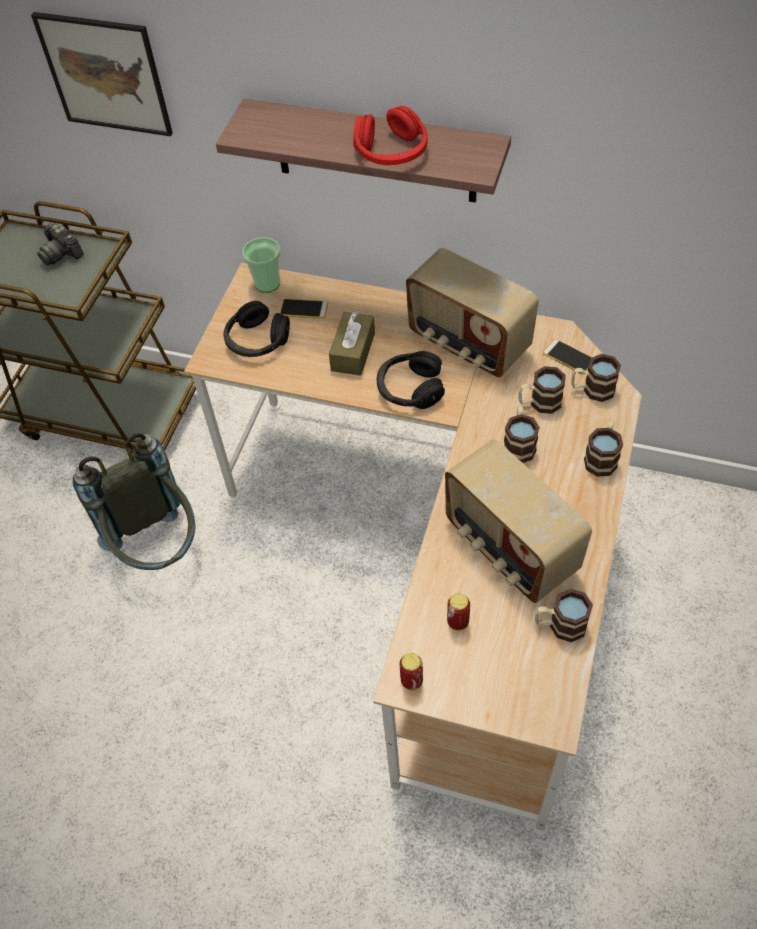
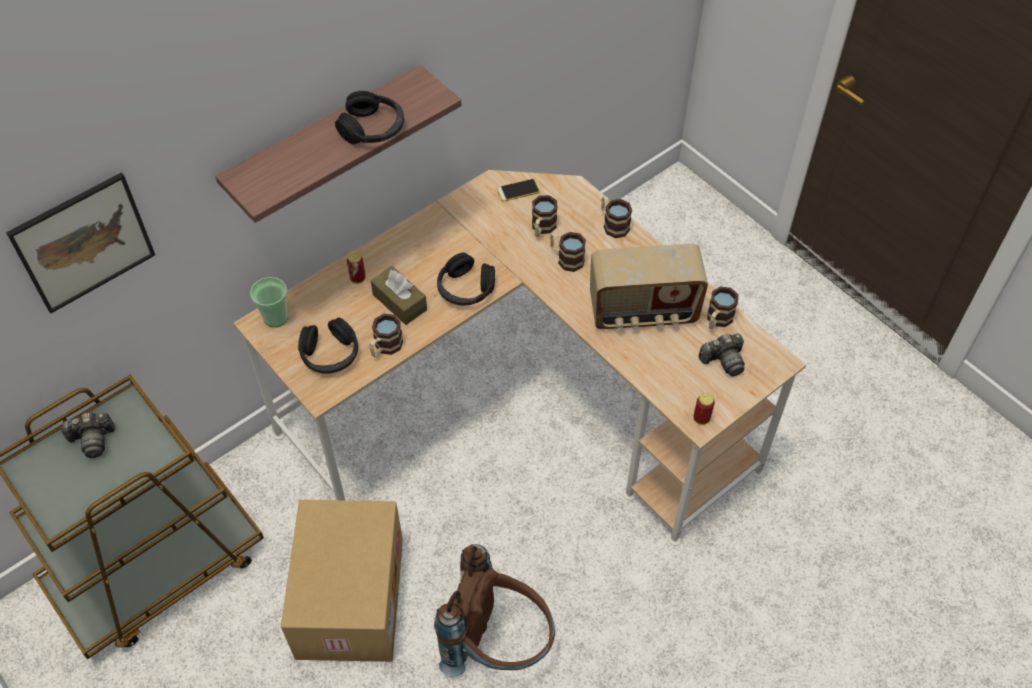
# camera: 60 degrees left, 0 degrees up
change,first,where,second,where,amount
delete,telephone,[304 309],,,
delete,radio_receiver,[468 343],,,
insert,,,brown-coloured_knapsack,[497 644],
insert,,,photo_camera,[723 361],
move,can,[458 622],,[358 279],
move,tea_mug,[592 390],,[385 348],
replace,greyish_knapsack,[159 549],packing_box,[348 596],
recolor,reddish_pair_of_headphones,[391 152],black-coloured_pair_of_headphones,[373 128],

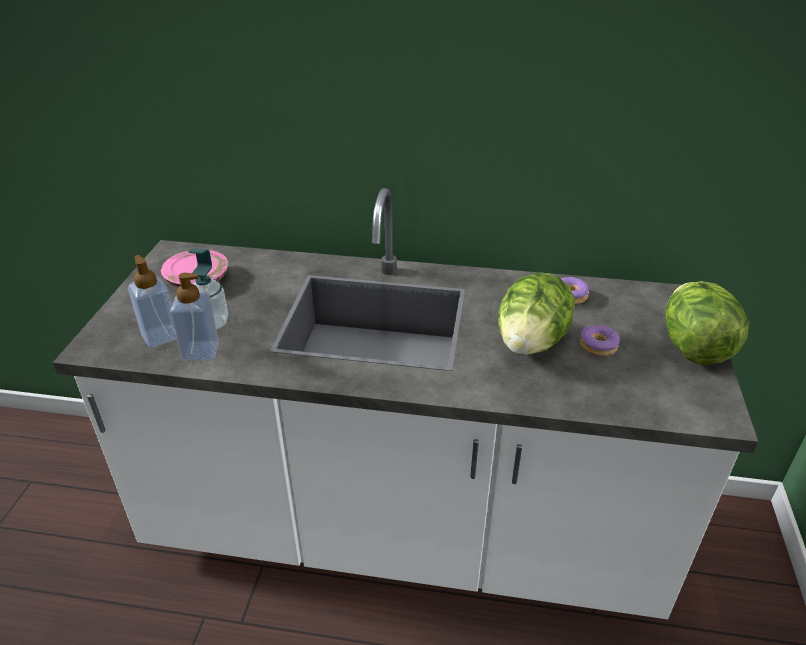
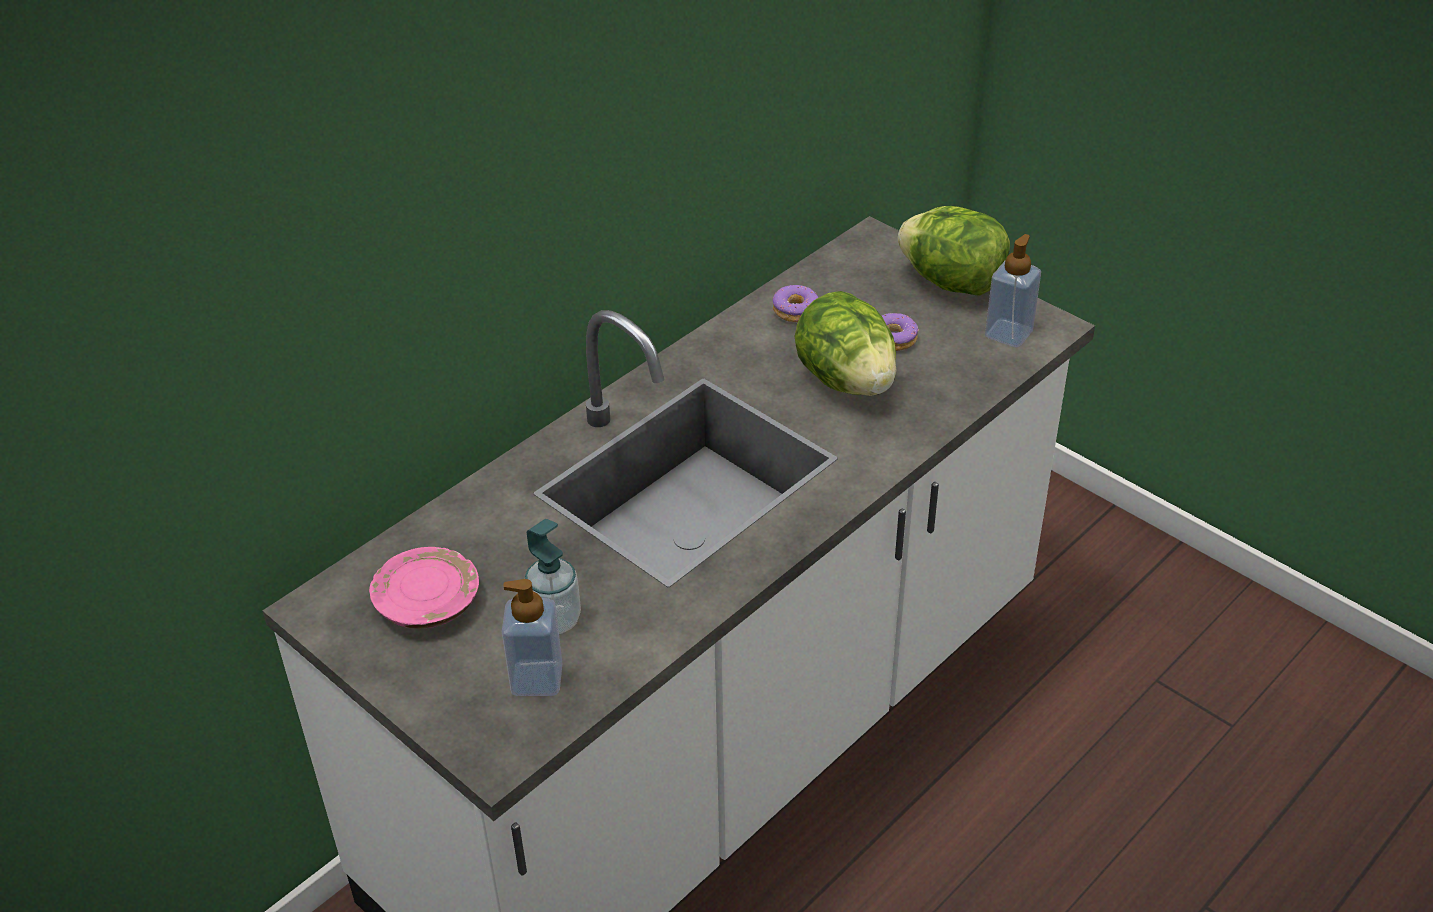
# camera: 55 degrees left, 5 degrees up
change,first,where,second,where,amount
move,soap_bottle,[201 351],,[1008 334],

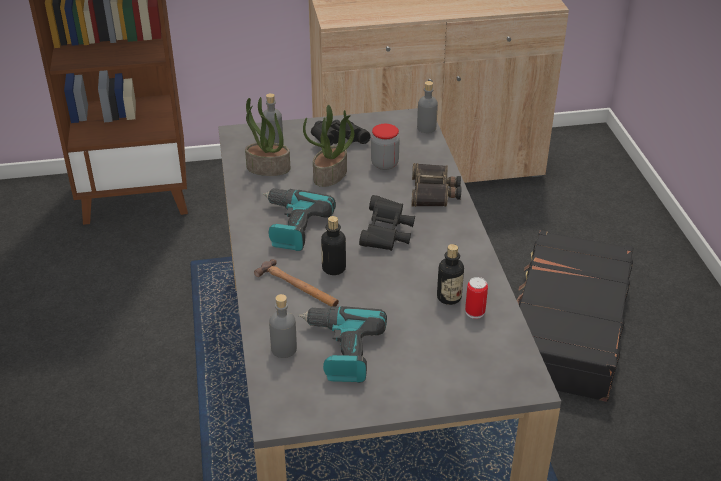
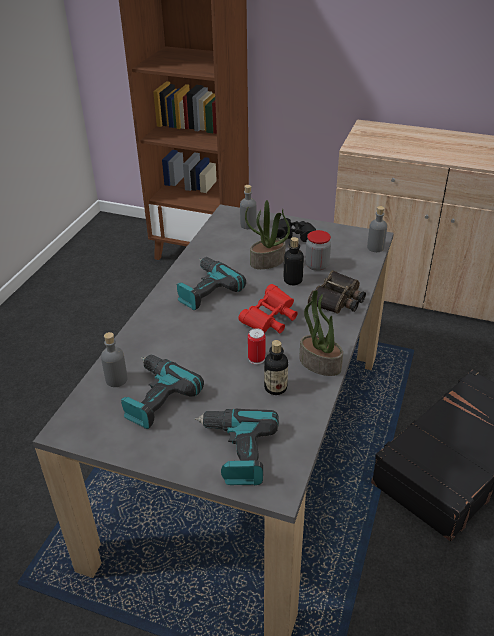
# camera: 30 degrees right, 0 degrees up
change,first,where,second,where,amount
delete,hammer,[298 287],,,
insert,,,power_drill,[236 452],
move,plant_in_a_pot,[267 168],,[319 364],
move,drink_bottle,[334 268],,[293 280],
move,can,[475 312],,[256 359],
recolor,black-coloured_pair_of_binoculars,[387 235],reddish_pair_of_binoculars,[270 320],

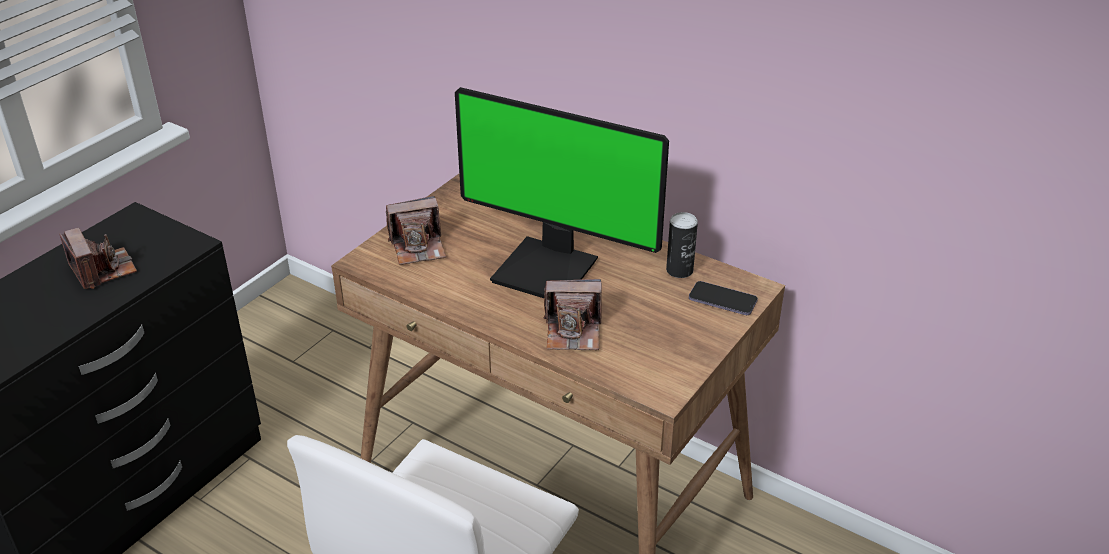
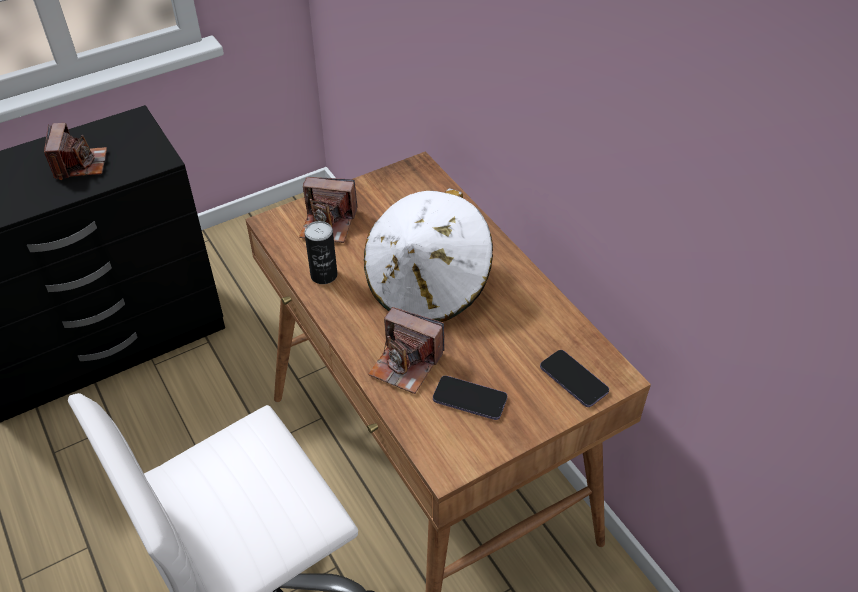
# camera: 25 degrees right, 10 degrees up
change,first,where,second,where,amount
insert,,,telephone,[469 399],
move,can,[679 270],,[324 275],
replace,computer_screen,[548 269],whitish_wearable_hat,[428 285],

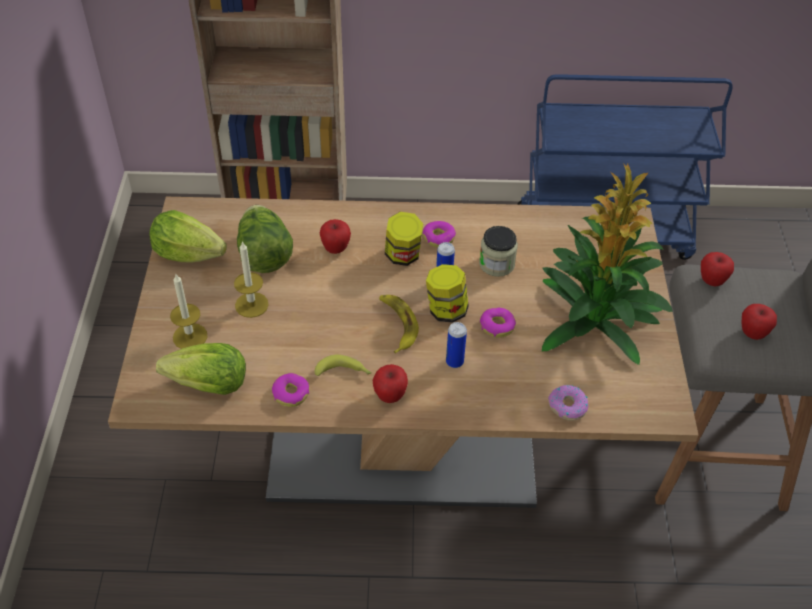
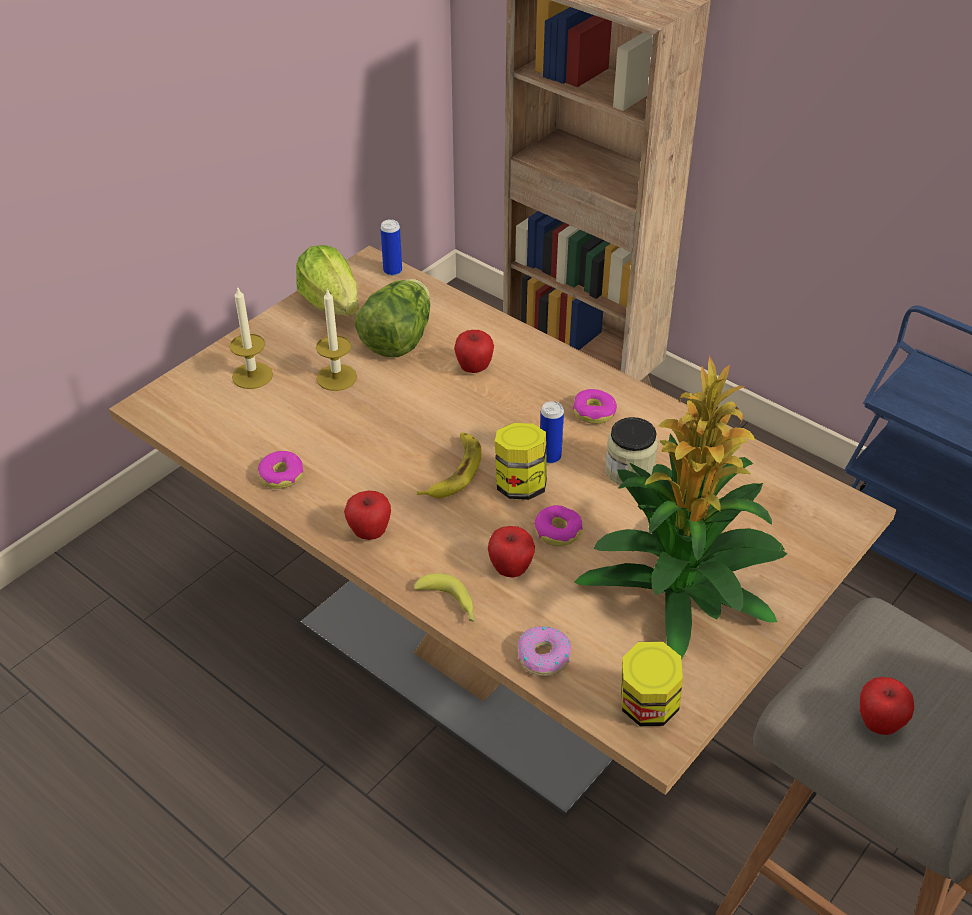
# camera: 40 degrees right, 5 degrees down
change,first,where,second,where,amount
delete,head_of_lettuce,[209 385],,,
move,whole_banana,[344 372],,[450 604],
move,storage_jar,[403 256],,[647 708],
move,can,[454 362],,[392 271],
move,whole_apple,[711 281],,[510 569],

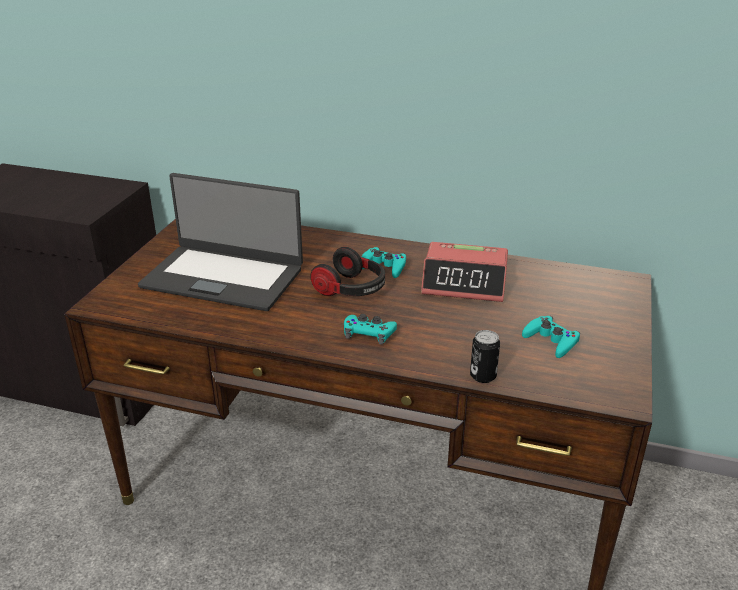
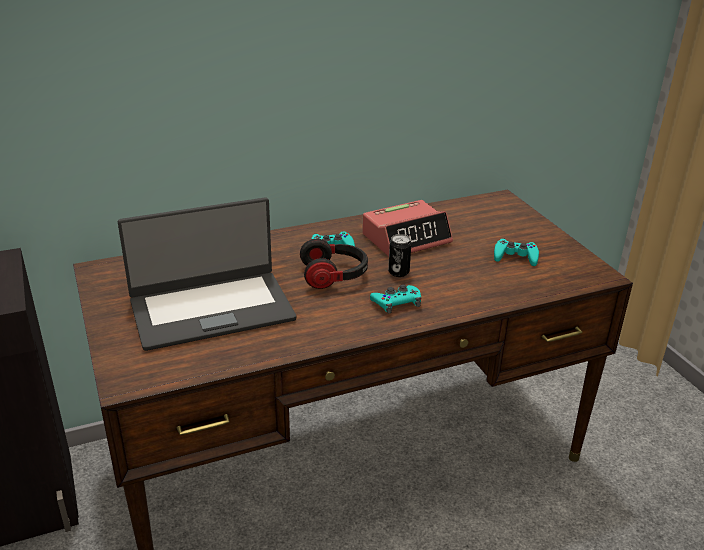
# camera: 40 degrees left, 0 degrees up
change,first,where,second,where,amount
move,can,[483 376],,[398 272],

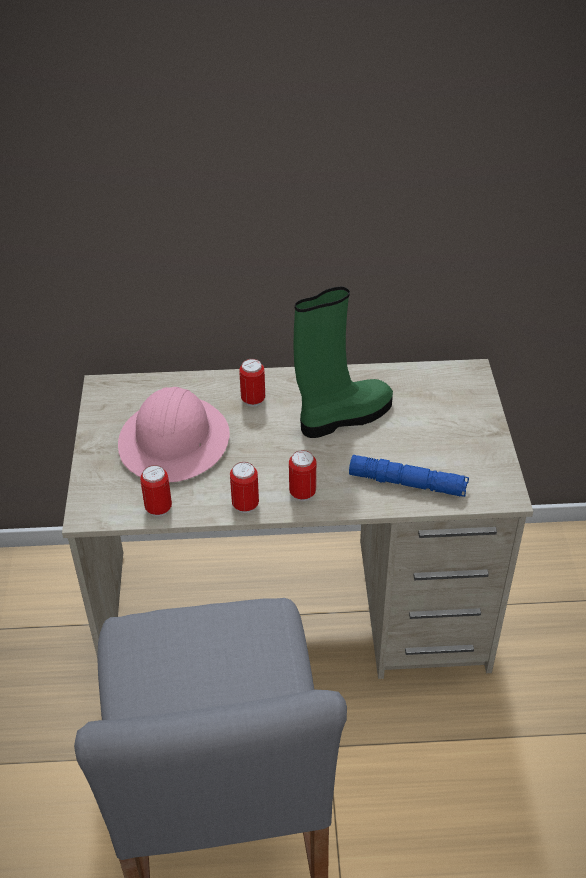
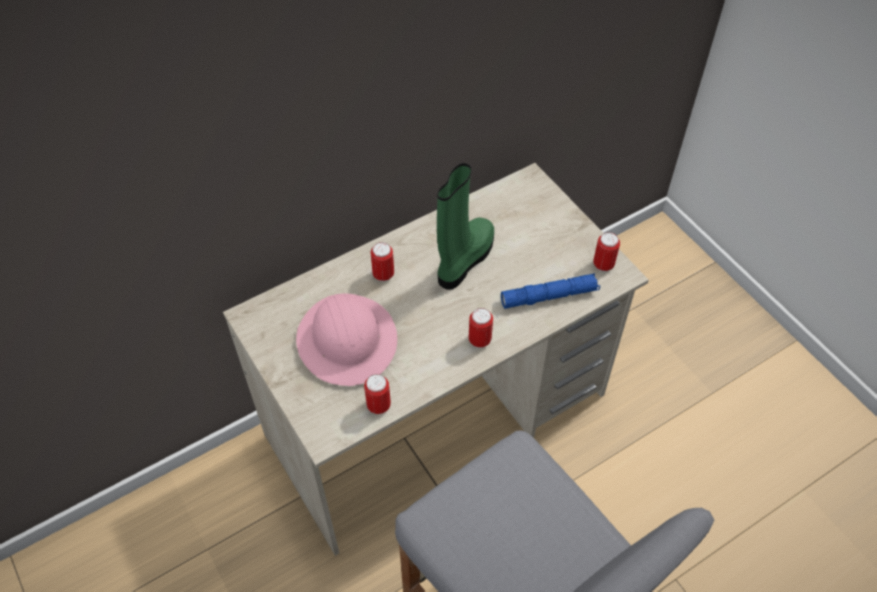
# camera: 30 degrees left, 10 degrees up
change,first,where,second,where,amount
move,can,[245 505],,[603 265],

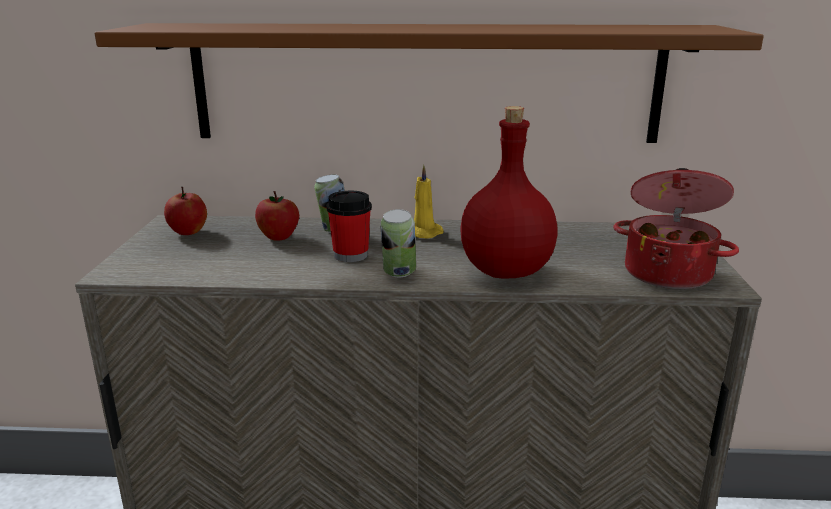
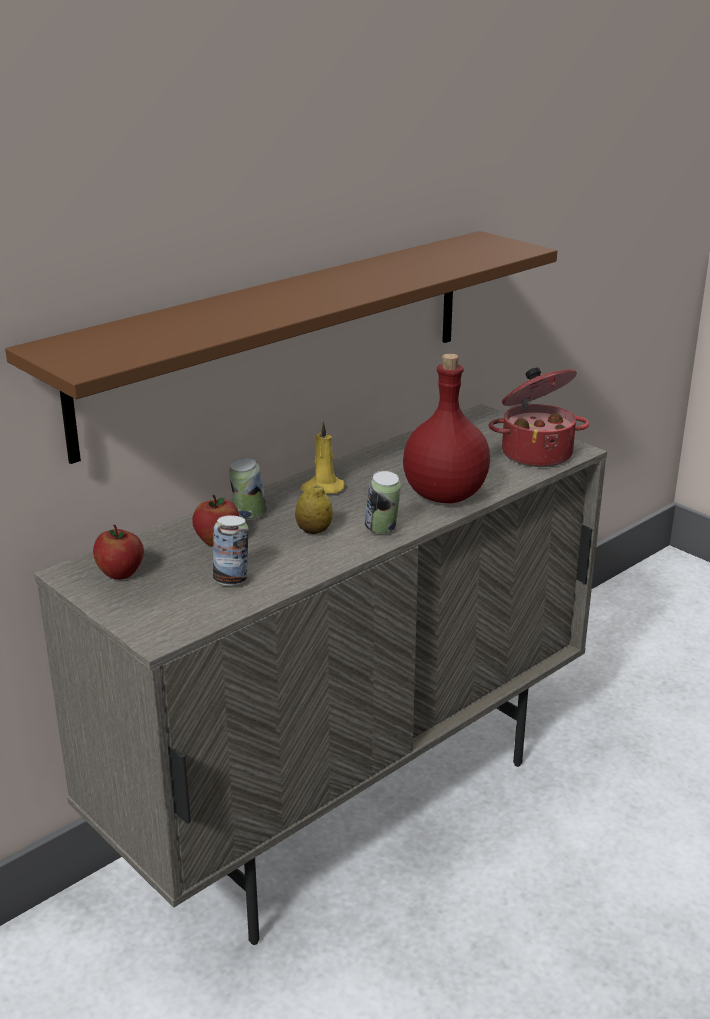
# camera: 45 degrees left, 5 degrees up
change,first,where,second,where,amount
insert,,,can,[232 580],
replace,cup,[351 255],citrus_fruit,[314 531],

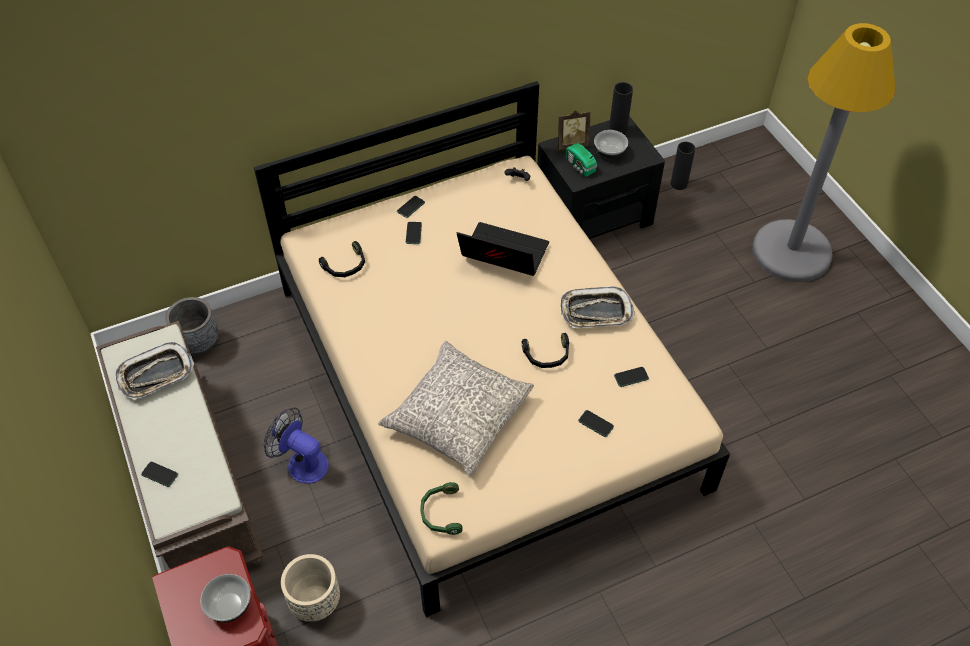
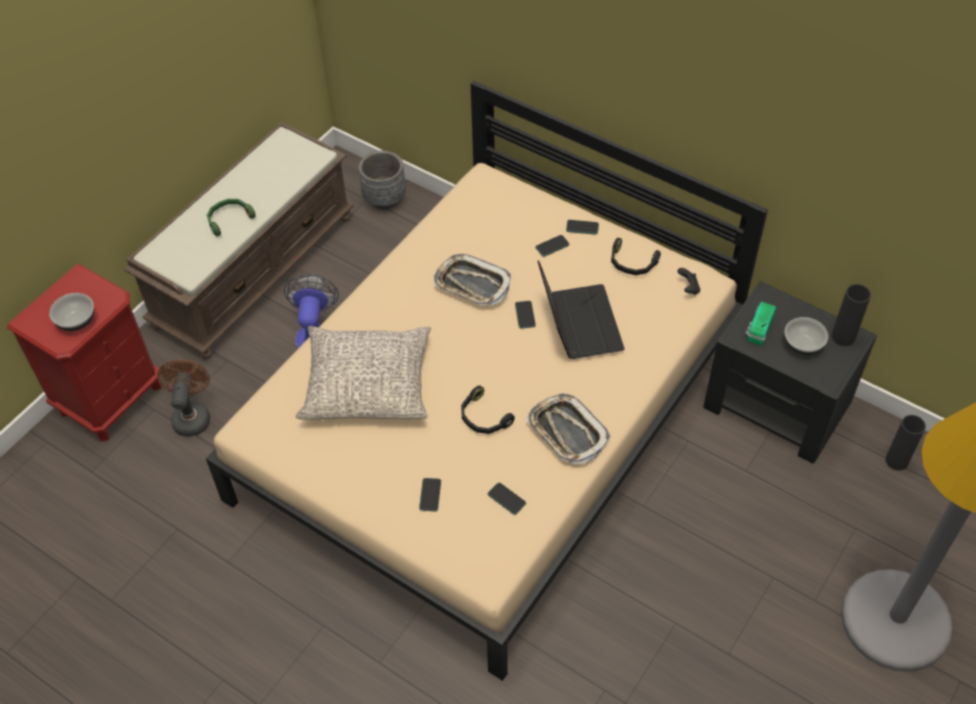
# camera: 60 degrees right, 0 degrees up
change,first,where,second,where,amount
delete,photo_frame,[571 144],,,
move,carrying_tray,[155 375],,[472 284],
move,telephone,[160 474],,[525 315],
move,black-coloured_pair_of_headphones,[345 266],,[632 264],
move,green-coloured_pair_of_headphones,[441 513],,[229 219],
replace,beige-coloured_flower_pot,[315 602],brown-coloured_electric_fan,[192 415],

